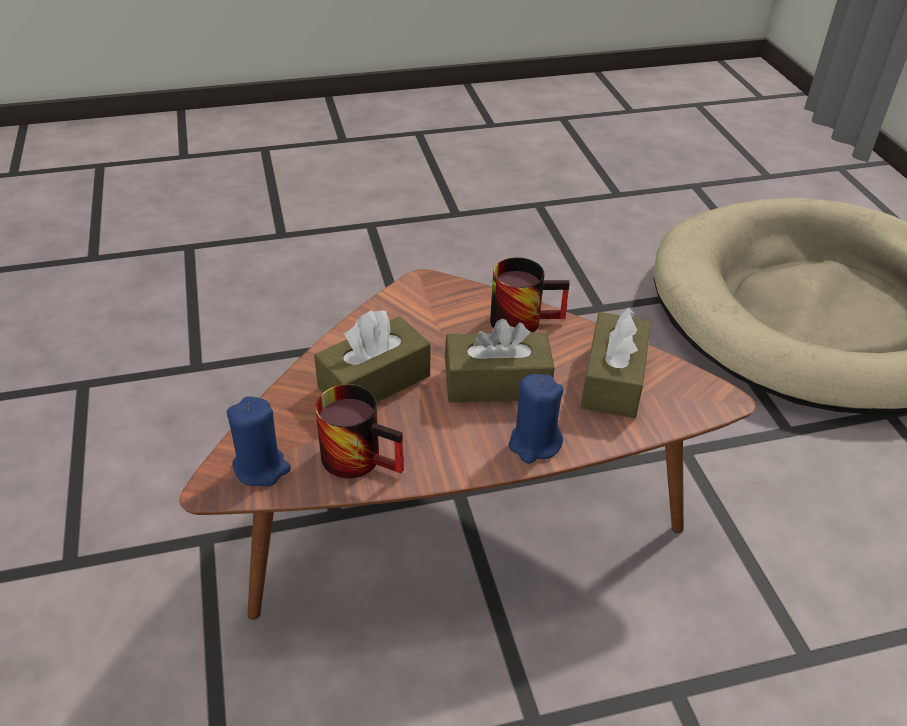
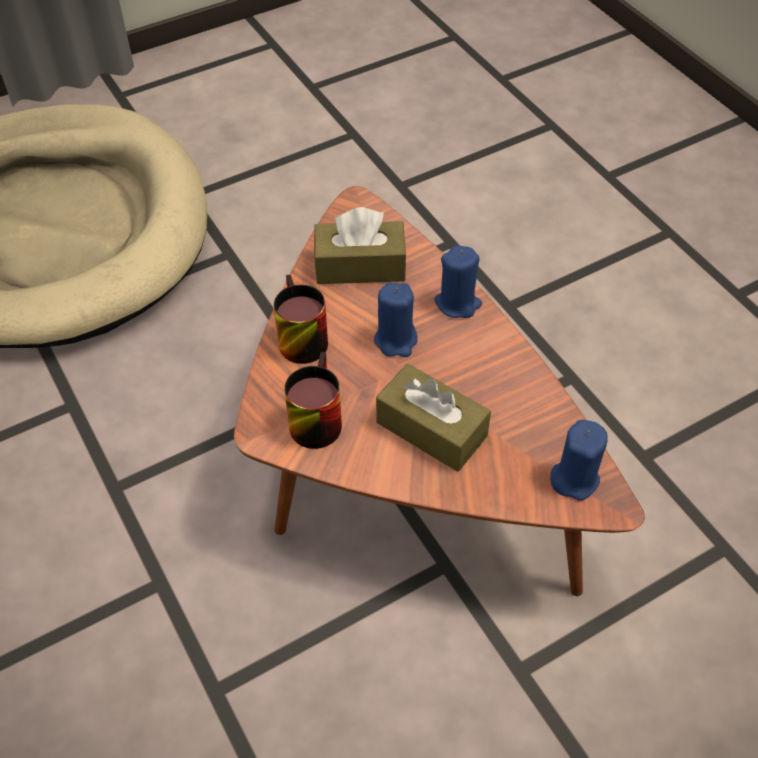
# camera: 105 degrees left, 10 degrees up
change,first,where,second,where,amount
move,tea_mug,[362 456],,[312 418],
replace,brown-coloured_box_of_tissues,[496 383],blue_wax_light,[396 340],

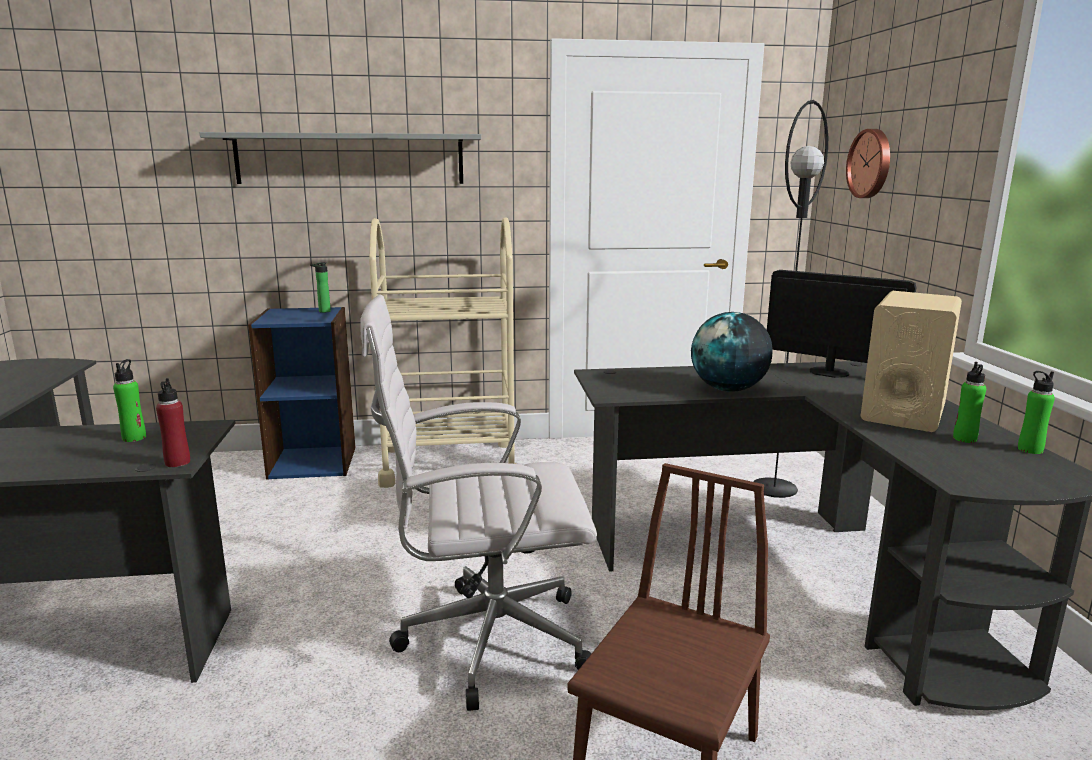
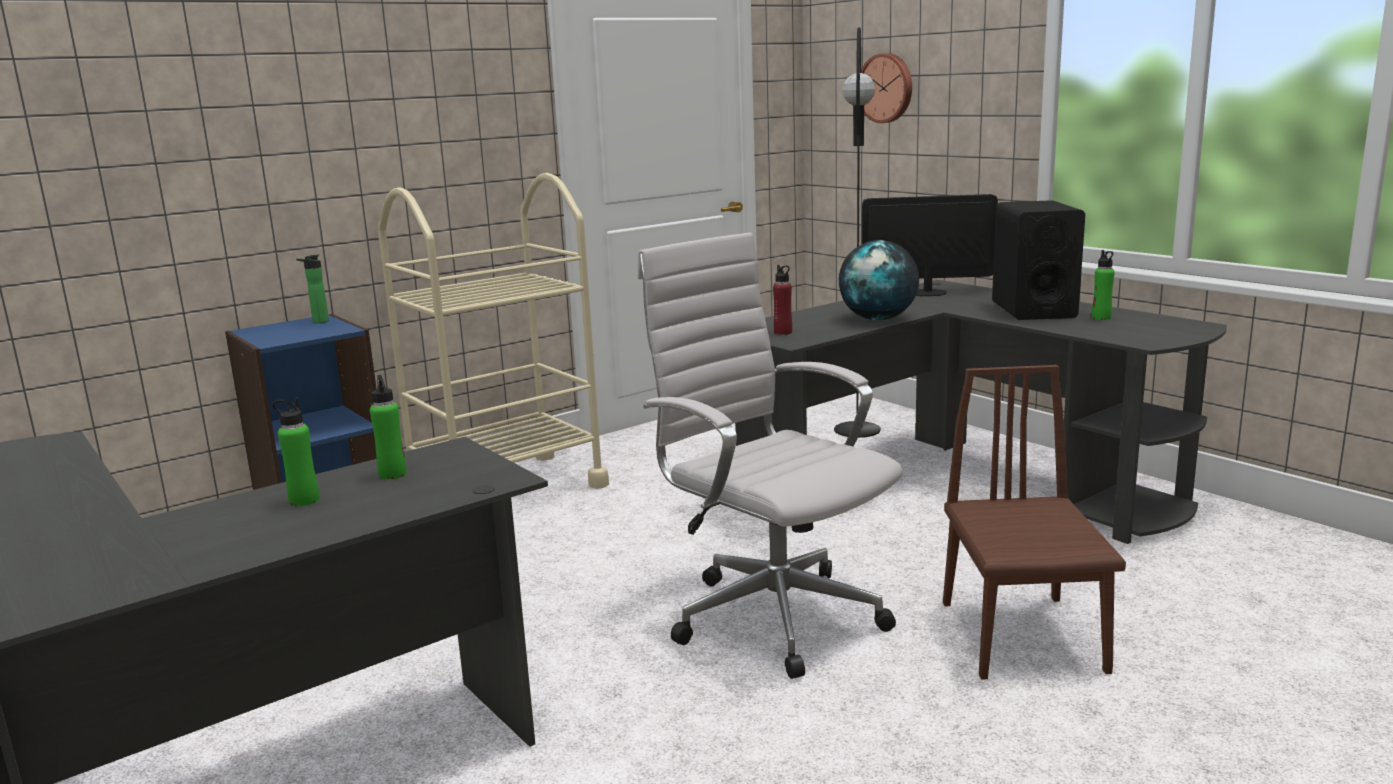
# camera: 30 degrees left, 0 degrees up
change,first,where,second,where,amount
delete,greyish_wall_shelf,[350 159],,,
move,reddish_drink_bottle,[177 462],,[783 332],
move,green-coloured_drink_bottle,[1030 449],,[304 500],
recolor,beige-coloured_speaker,[903 412],black-coloured_speaker,[1033 310],
rotate,whitish_desk_chair,[485 641],,[771 614],90 degrees clockwise

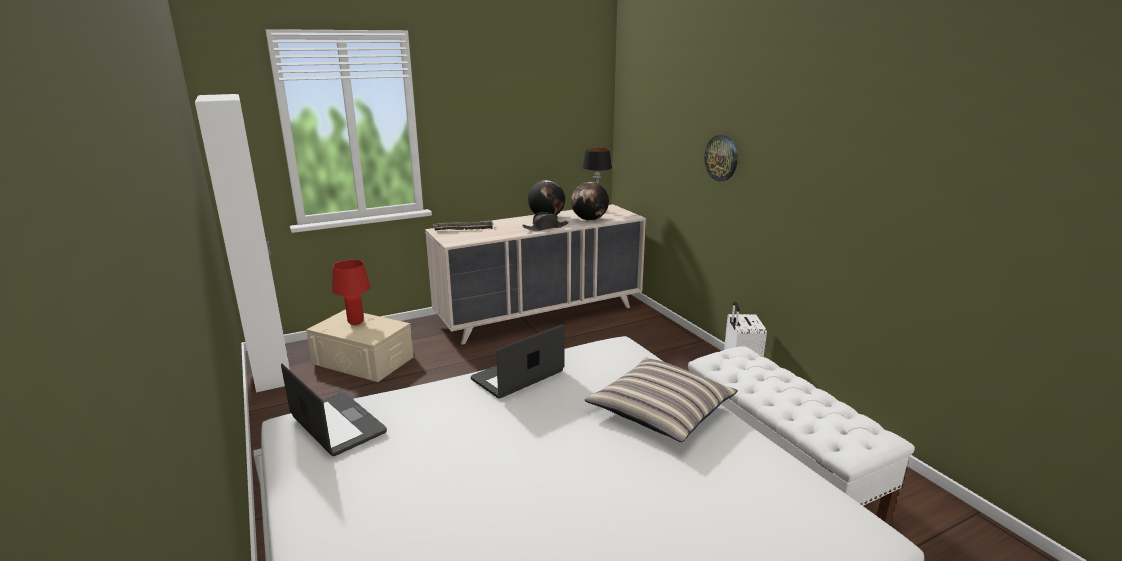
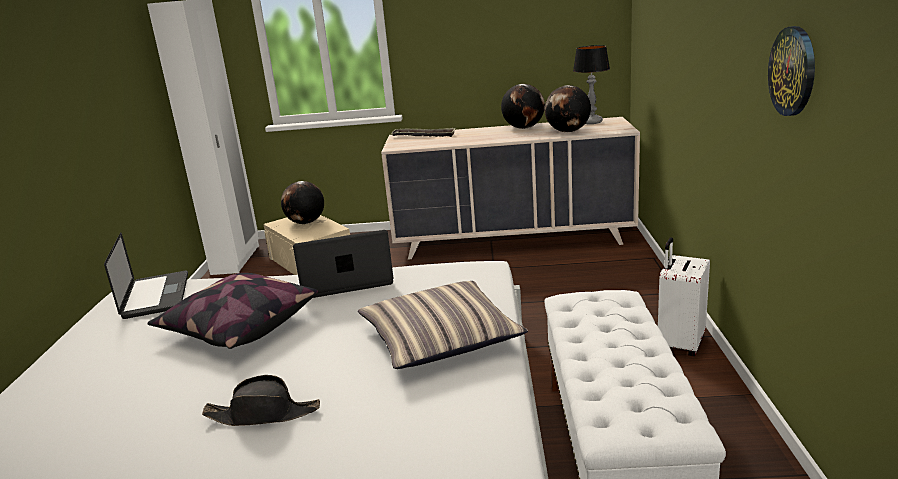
# camera: 30 degrees right, 0 degrees up
change,first,where,second,where,amount
insert,,,pillow,[238 328],
move,black-coloured_wearable_hat,[546 228],,[263 414],
move,clock_on_the_wall,[721 158],,[793 71],
replace,reddish_tabletop_lamp,[356 322],desk_globe,[306 223],

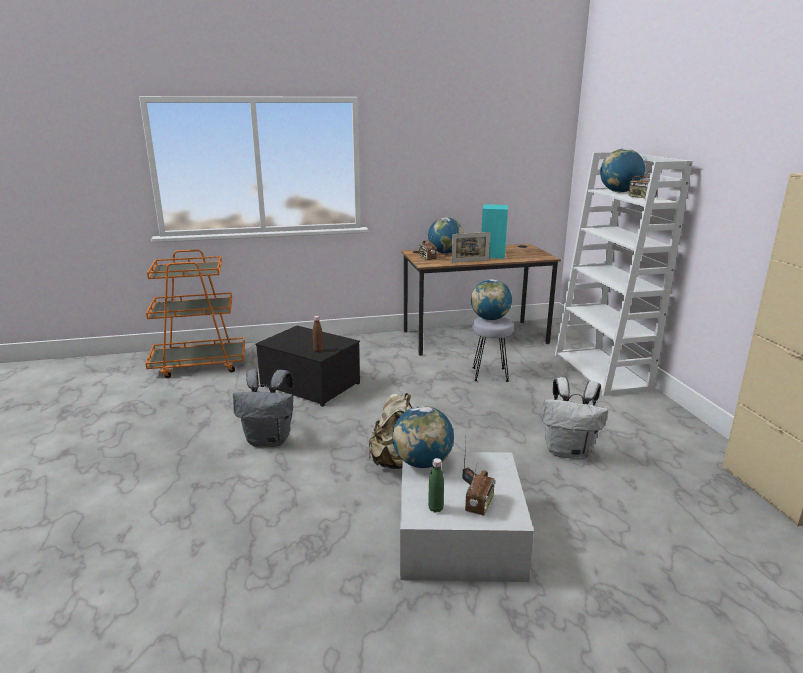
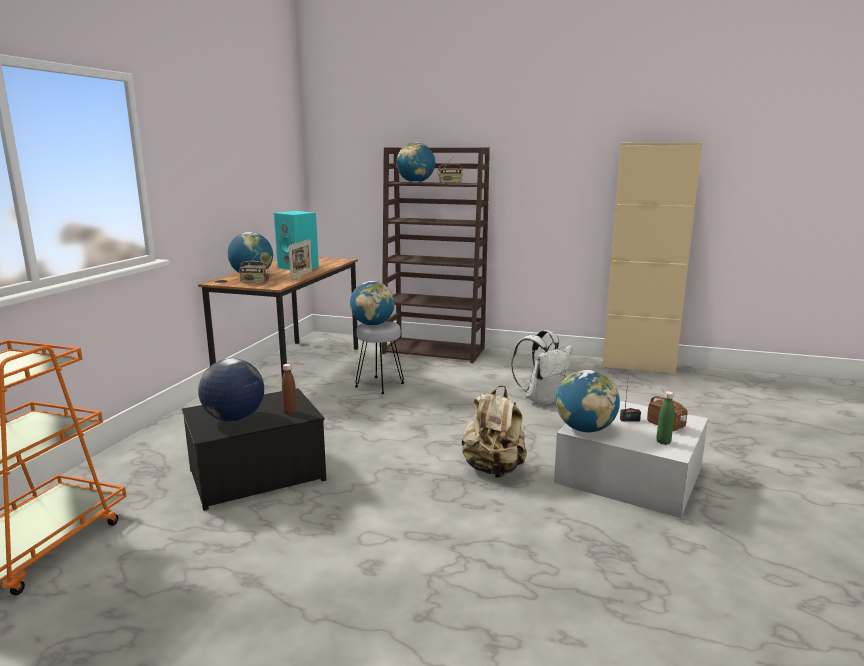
# camera: 60 degrees left, 5 degrees down
change,first,where,second,where,amount
delete,greyish_knapsack,[270 440],,,
insert,,,desk_globe,[234 418],
recolor,whitish_bookshelf,[602 372],brown-coloured_bookshelf,[435 350],

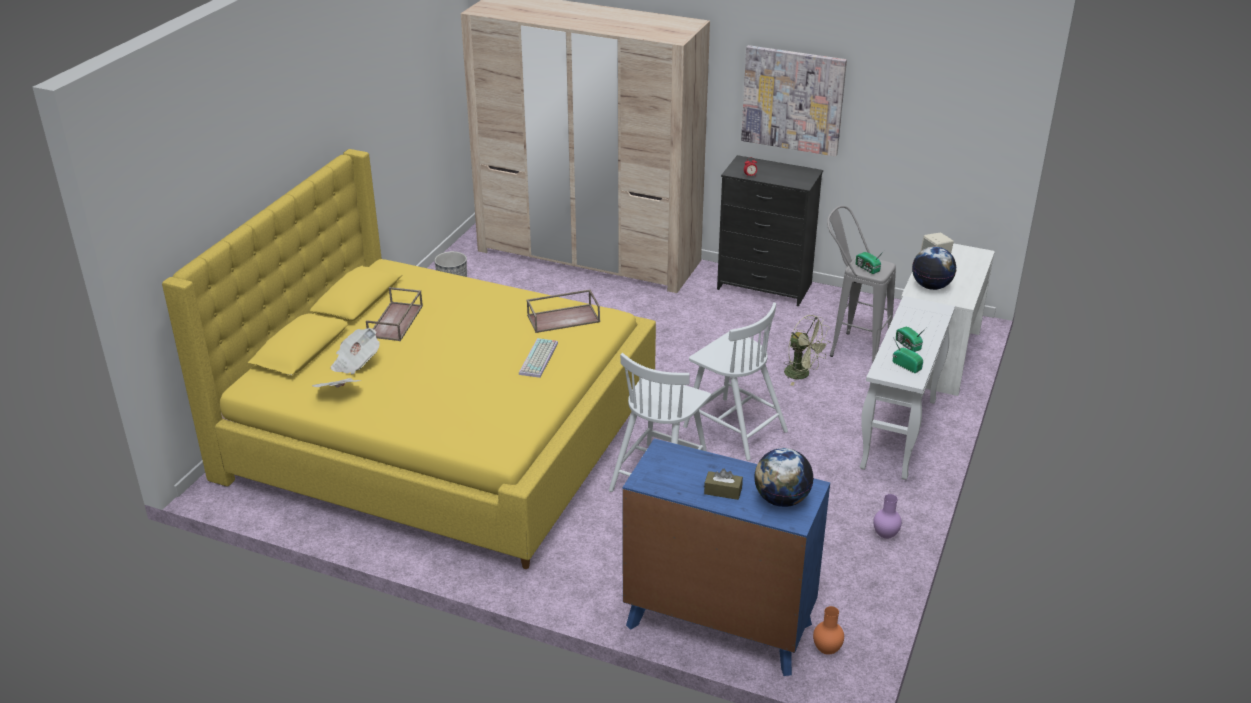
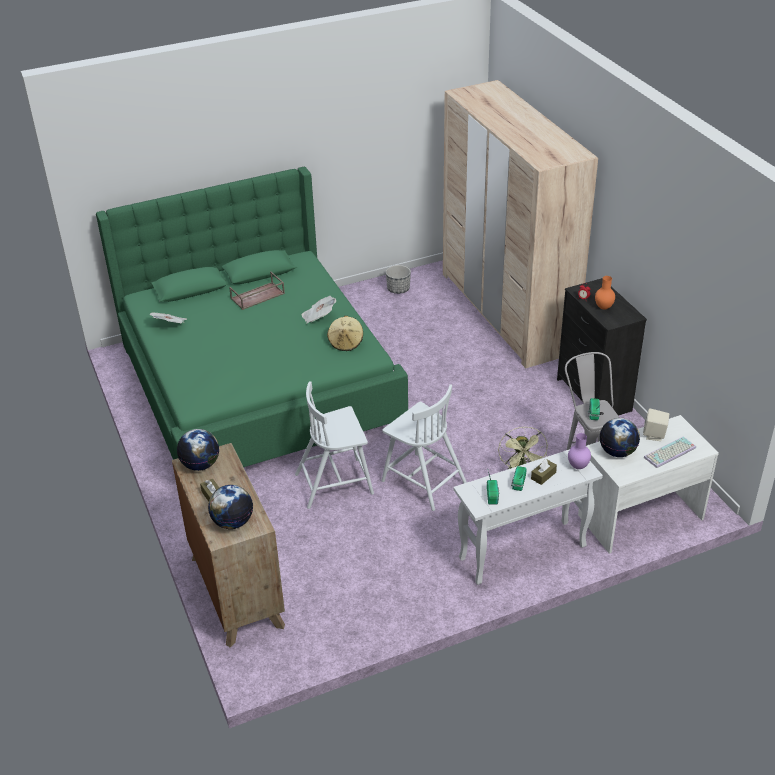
# camera: 45 degrees right, 5 degrees up
change,first,where,second,where,amount
delete,wall_art,[793 100],,,
insert,,,desk_globe,[201 465],
insert,,,brown-coloured_box_of_tissues,[543 475],
move,newspaper,[356 363],,[318 317],
move,PC_keyboard,[539 359],,[670 453],
move,orange_flower_vase,[826 650],,[603 307],
move,purple_flower_vase,[886 535],,[578 467],
replace,brown-coloured_carrying_tray,[564 318],beige-coloured_wearable_hat,[346 342],
recolor,yellow-coloured_sleeping_bed,[439 435],green-coloured_sleeping_bed,[258 385],
recolor,blue_dresser,[718 625],brown-coloured_dresser,[236 591],
rotate,whitish_chair,[733 428],,[422 481],45 degrees counterclockwise

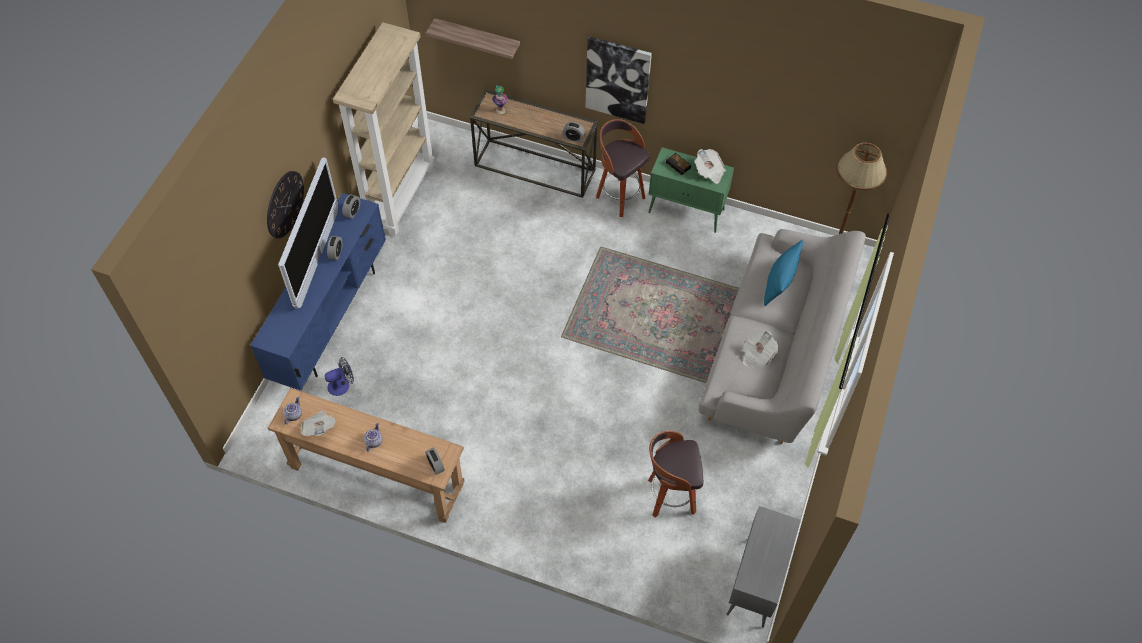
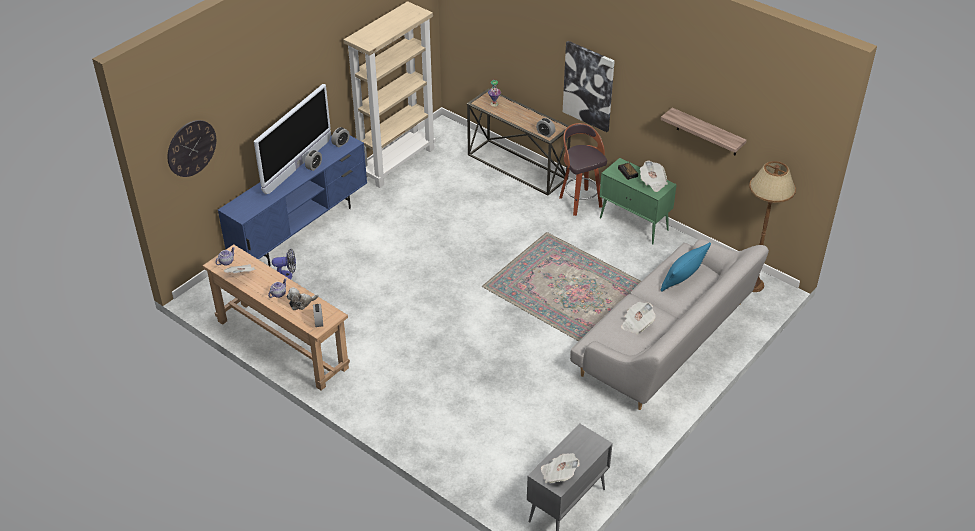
# camera: 20 degrees right, 15 degrees down
change,first,where,second,where,amount
delete,sitting_stool,[669 496],,,
insert,,,cuddly_toy,[301 303],
insert,,,newspaper,[558 474],
move,clock_on_the_wall,[284 204],,[191 148],
move,wall_shelf,[477 38],,[707 132],

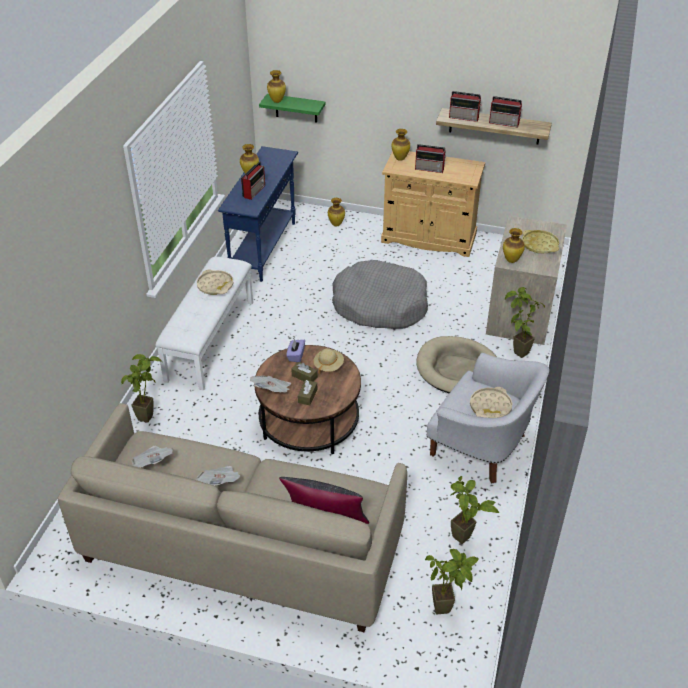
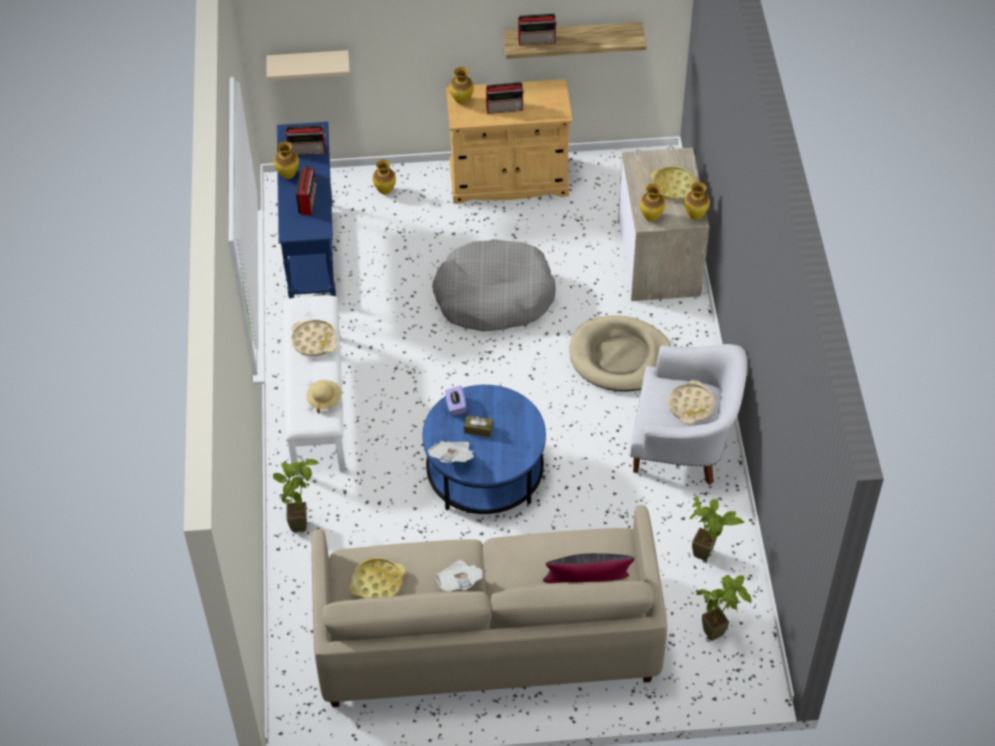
# camera: 20 degrees left, 10 degrees up
change,first,where,second,where,amount
delete,brown-coloured_box_of_tissues,[307 396],,,
delete,plant_in_a_pot,[516 355],,,
move,flower_vase,[277 101],,[695 216],
move,beige-coloured_wearable_hat,[328 365],,[324 400],
move,radio_receiver,[505 123],,[308 150],
replace,newspaper,[153 463],yellow-coloured_carrying_tray,[377 583],
recolor,brown-coloured_low_table,[309 421],blue_low_table,[485 472],
recolor,green-coloured_wall_shelf,[296 108],beige-coloured_wall_shelf,[308 64],

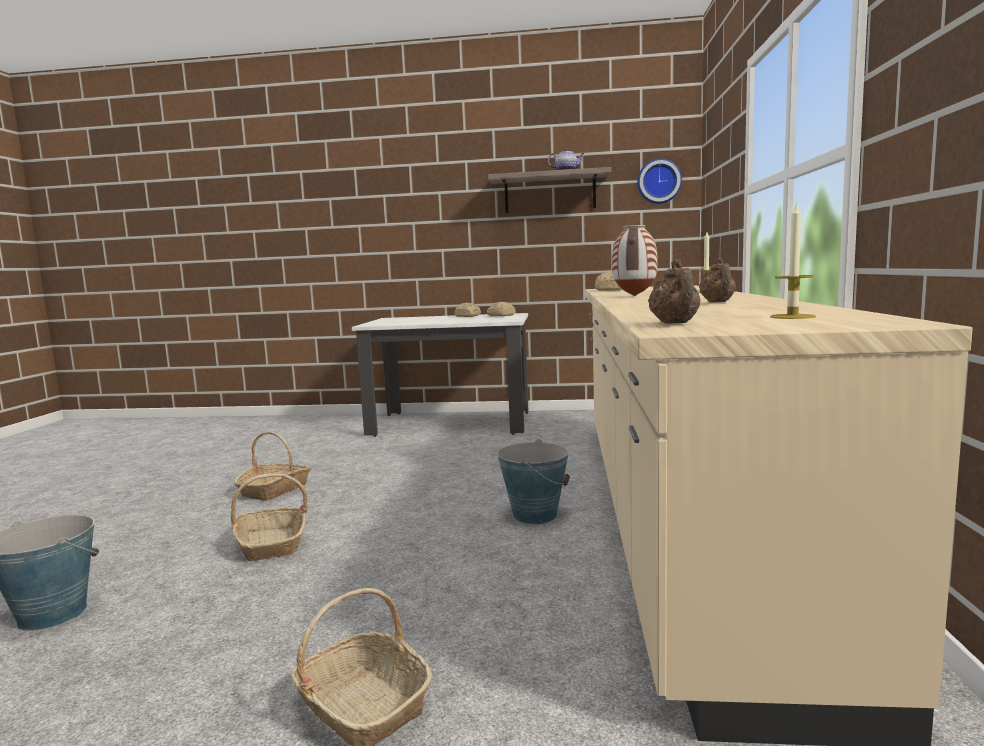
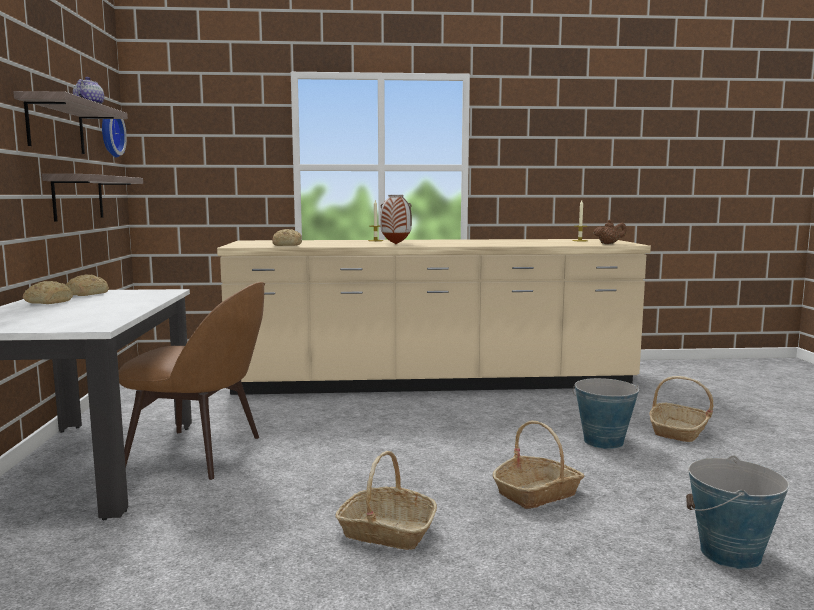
# camera: 100 degrees left, 0 degrees up
change,first,where,second,where,amount
delete,brown-coloured_tea_pot,[717 302],,,
insert,,,wall_shelf,[78 197],
insert,,,brown-coloured_chair,[200 454],
move,bucket,[535 515],,[603 441],

